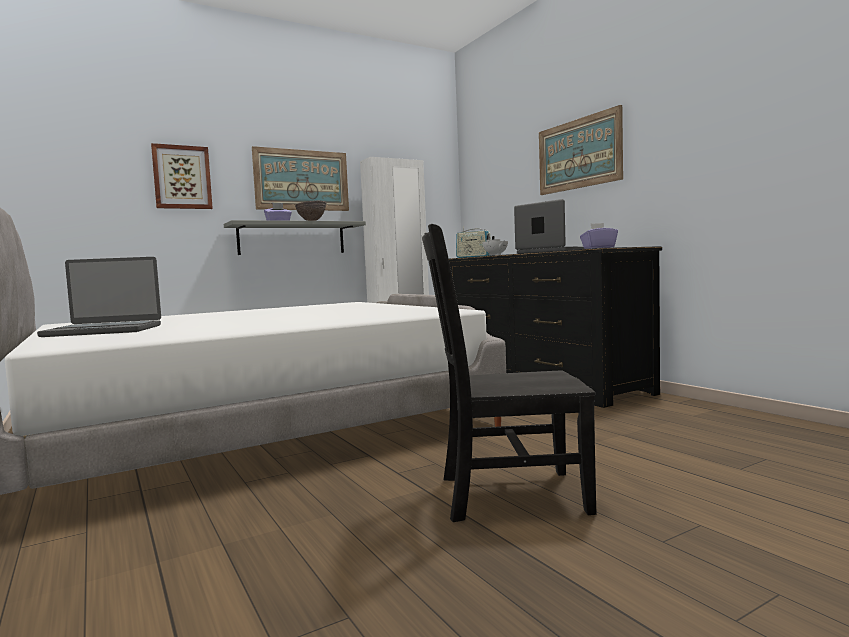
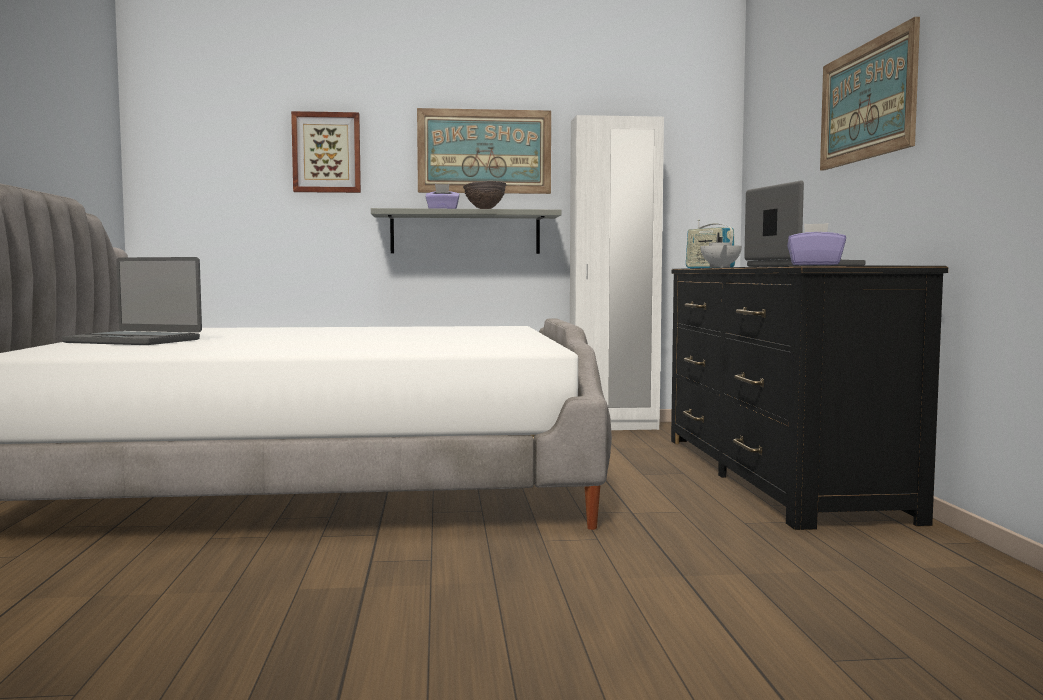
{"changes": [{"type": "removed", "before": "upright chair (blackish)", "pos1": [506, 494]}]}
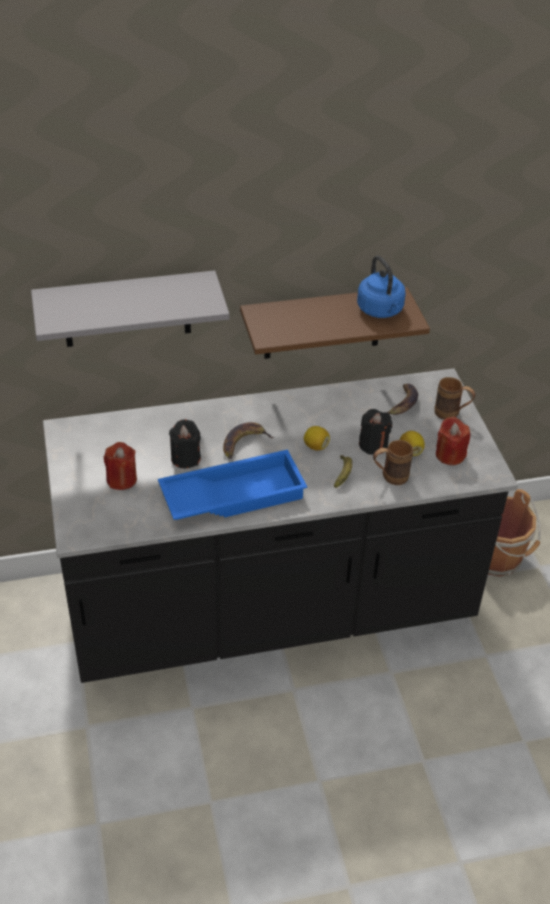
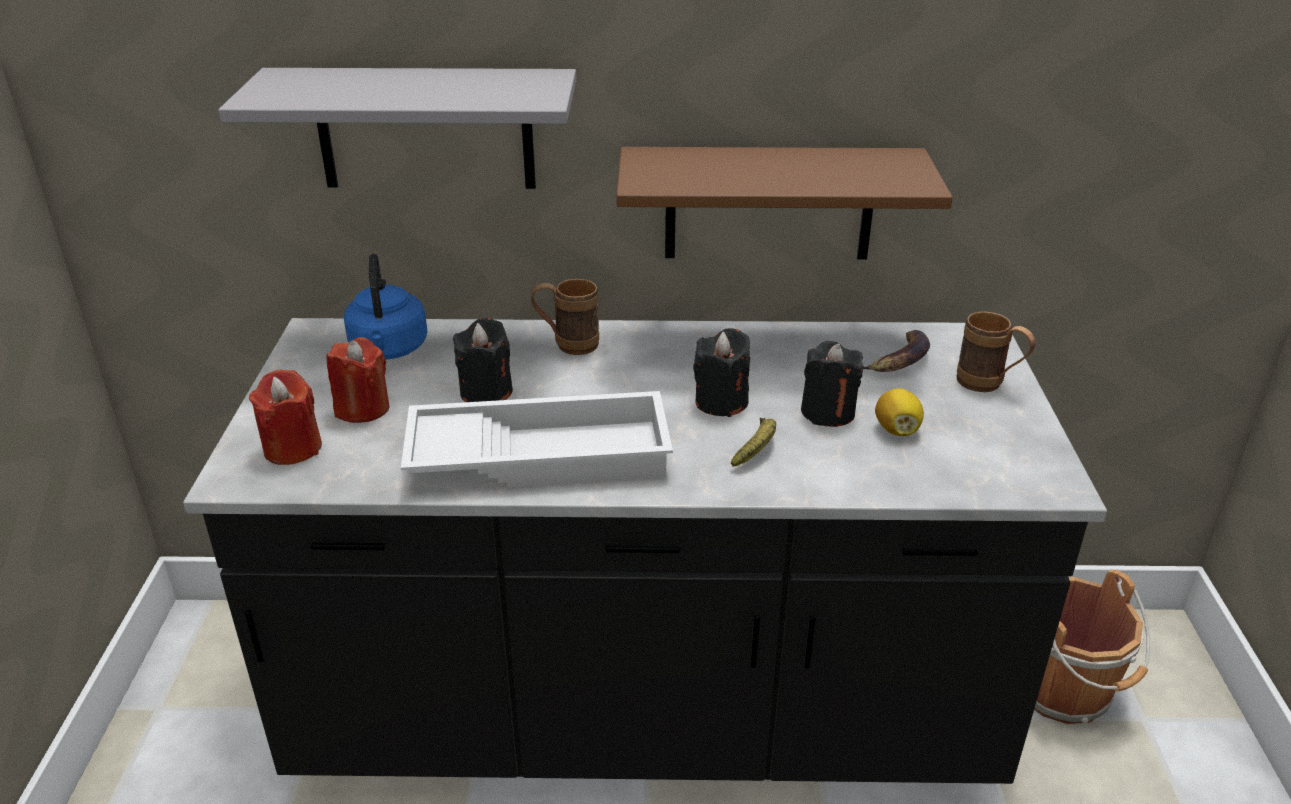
{"changes": [{"type": "removed", "before": "banana", "pos1": [244, 443]}, {"type": "moved", "before": "tea kettle (bluish)", "pos1": [381, 311], "pos2": [389, 350]}, {"type": "moved", "before": "tea mug (brown)", "pos1": [389, 477], "pos2": [567, 345]}, {"type": "moved", "before": "wax light (red)", "pos1": [450, 455], "pos2": [292, 448]}, {"type": "replaced", "before": "citrus fruit", "after": "wax light (blackish)", "pos1": [316, 446], "pos2": [721, 402]}, {"type": "recoloured", "before": "tray (bluish)", "after": "tray (whitish)", "pos1": [233, 494], "pos2": [541, 453]}]}
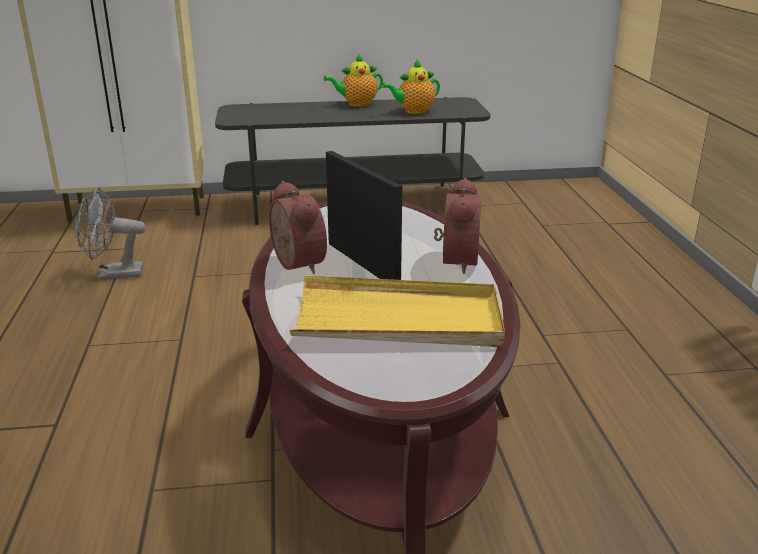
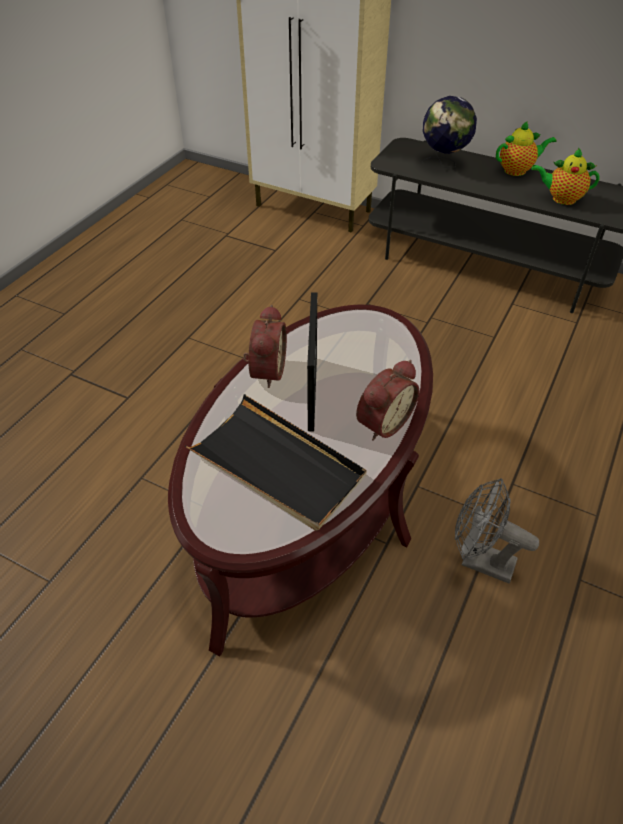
{"changes": [{"type": "added", "after": "world globe", "pos2": [443, 164]}, {"type": "moved", "before": "fan (gray)", "pos1": [113, 274], "pos2": [479, 561]}, {"type": "recoloured", "before": "tray (yellow-coloured)", "after": "tray (blackish)", "pos1": [398, 320], "pos2": [277, 465]}, {"type": "turned", "before": "tea pot", "pos1": [356, 104], "pos2": [517, 170], "turn": 150}]}
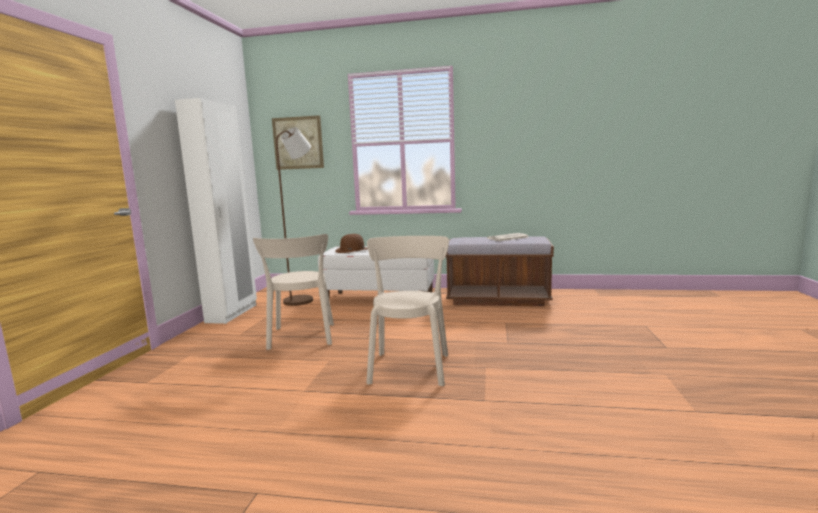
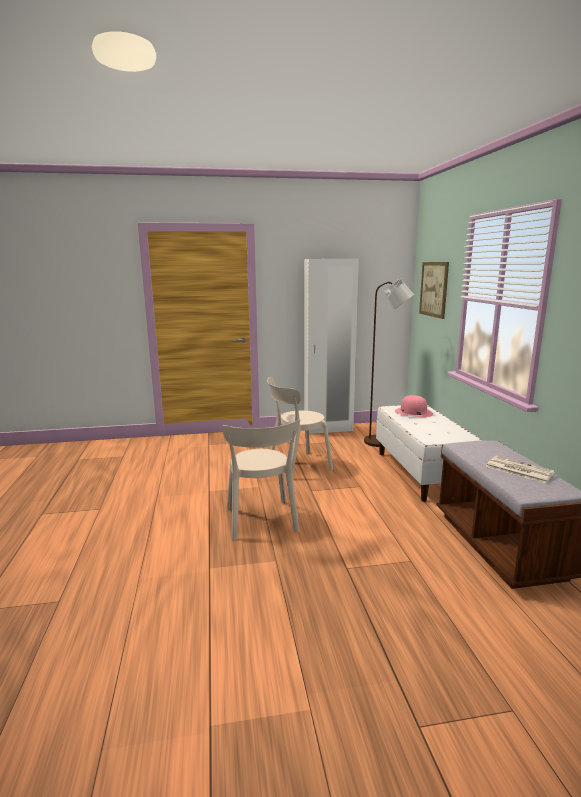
{"changes": [{"type": "recoloured", "before": "hat (brown)", "after": "hat (pink-coloured)", "pos1": [352, 250], "pos2": [413, 412]}, {"type": "turned", "before": "upright chair (beige-coloured)", "pos1": [410, 366], "pos2": [261, 522], "turn": 90}]}
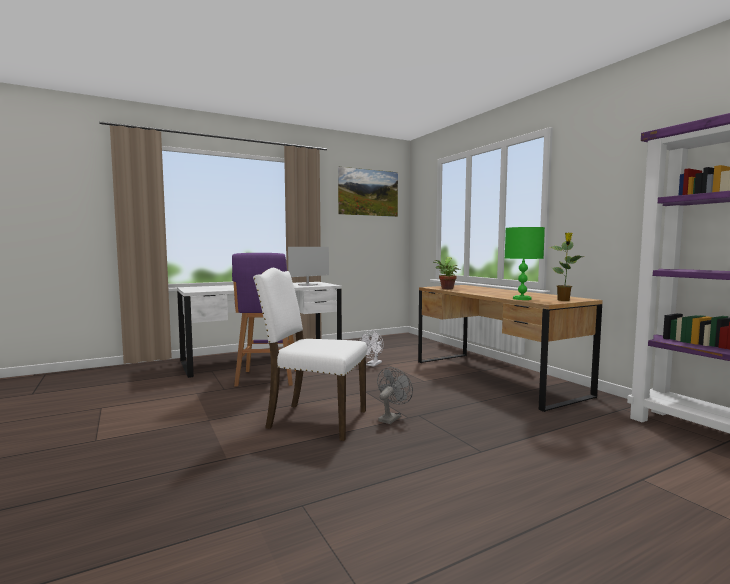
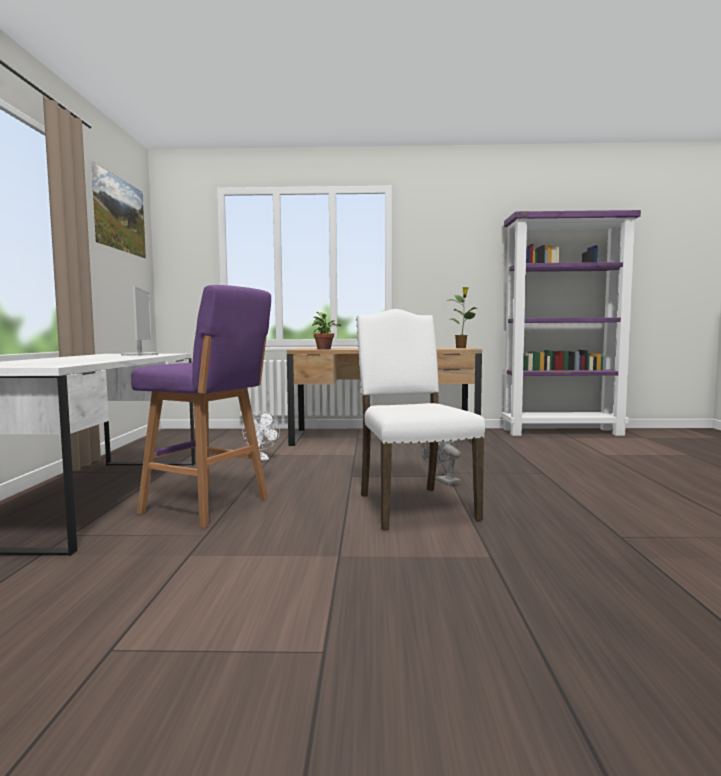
{"changes": [{"type": "removed", "before": "table lamp (green)", "pos1": [522, 299]}, {"type": "turned", "before": "upright chair (whitish)", "pos1": [314, 420], "pos2": [412, 506], "turn": 120}]}
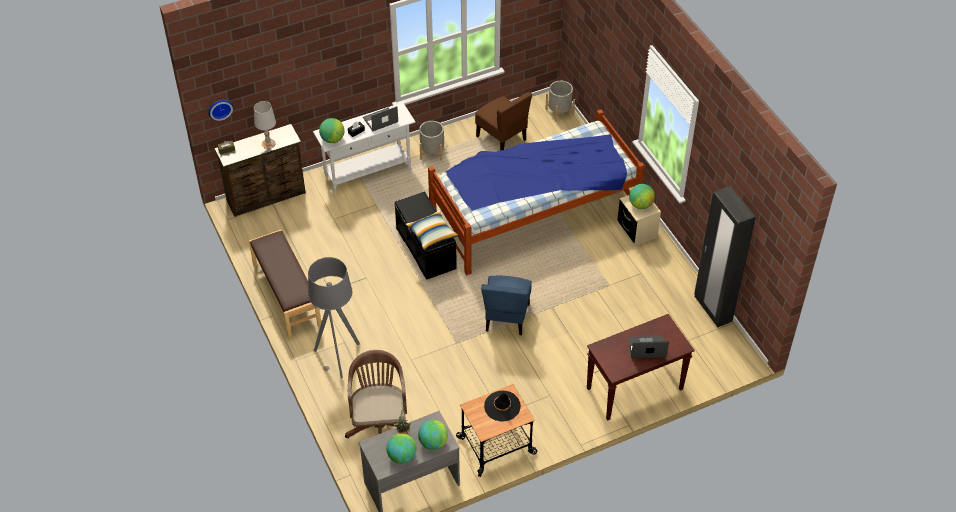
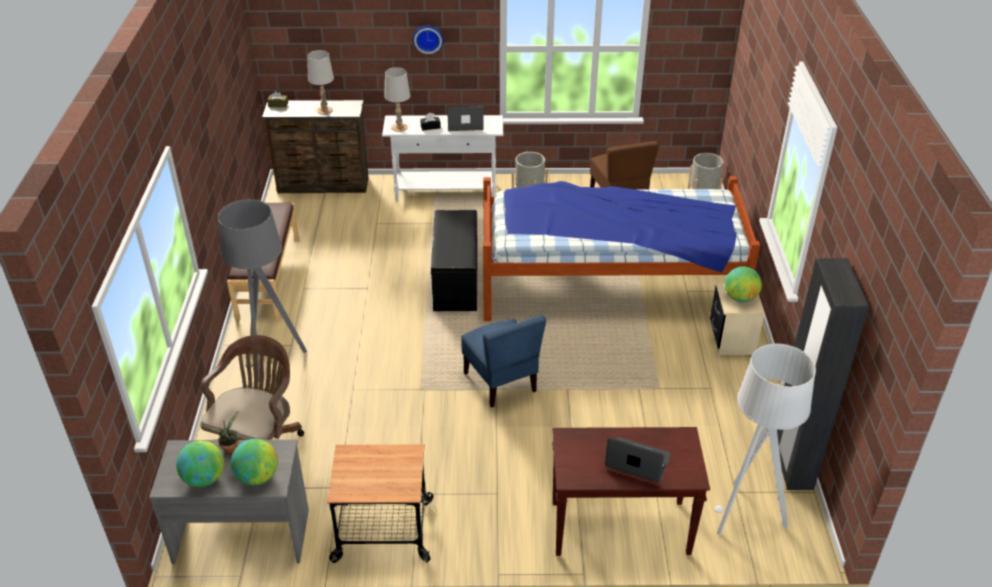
{"changes": [{"type": "removed", "before": "throw pillow", "pos1": [432, 234]}, {"type": "removed", "before": "hat (blackish)", "pos1": [502, 406]}, {"type": "added", "after": "floor lamp (gray)", "pos2": [746, 514]}, {"type": "moved", "before": "clock on the wall", "pos1": [220, 108], "pos2": [428, 38]}, {"type": "replaced", "before": "world globe", "after": "table lamp (whitish)", "pos1": [332, 139], "pos2": [399, 127]}, {"type": "turned", "before": "upright chair (bluish)", "pos1": [506, 317], "pos2": [501, 382], "turn": -60}]}
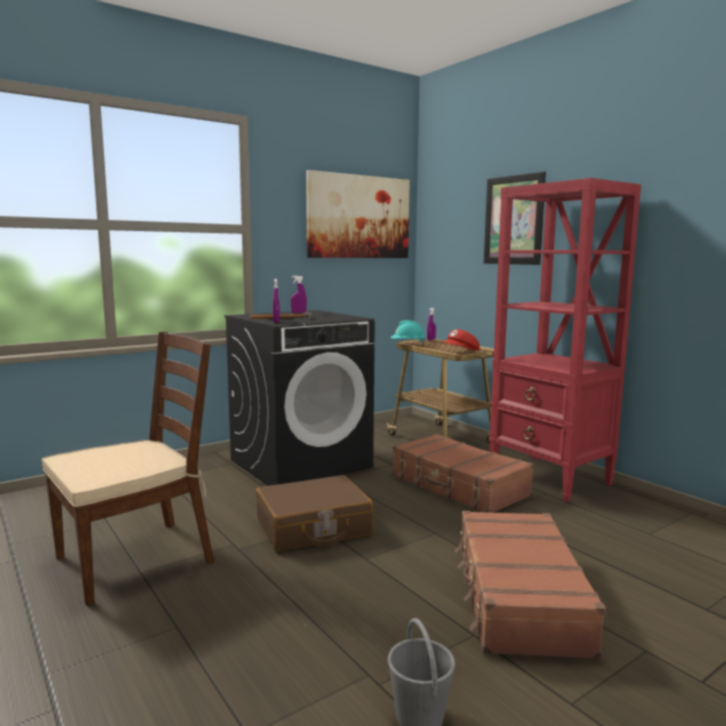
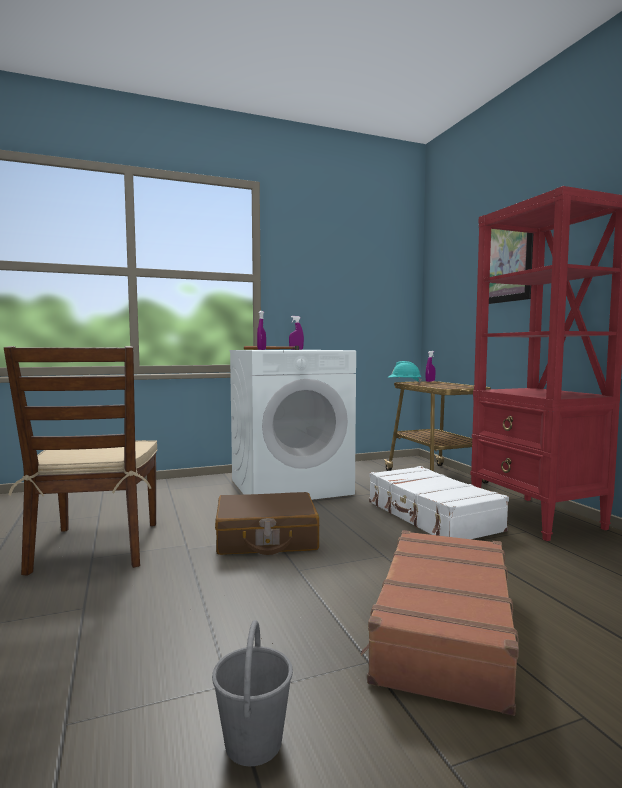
{"changes": [{"type": "removed", "before": "wall art", "pos1": [359, 217]}, {"type": "removed", "before": "cap (red)", "pos1": [460, 351]}, {"type": "recoloured", "before": "washing machine (blackish)", "after": "washing machine (whitish)", "pos1": [301, 463], "pos2": [290, 486]}, {"type": "recoloured", "before": "piece of luggage (brown)", "after": "piece of luggage (whitish)", "pos1": [458, 486], "pos2": [431, 516]}, {"type": "turned", "before": "upright chair (brown)", "pos1": [136, 559], "pos2": [97, 547], "turn": 105}]}
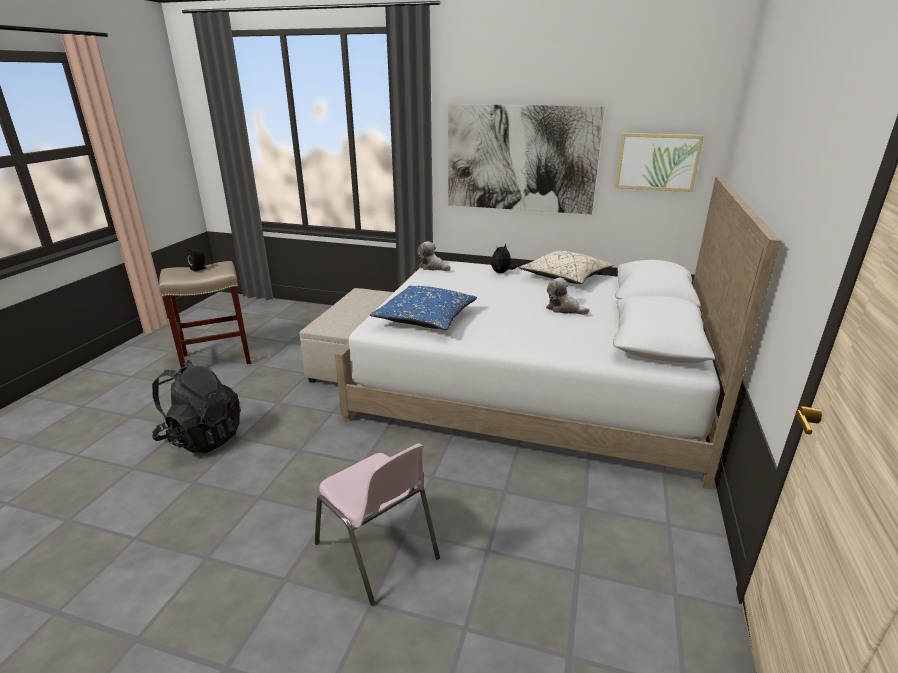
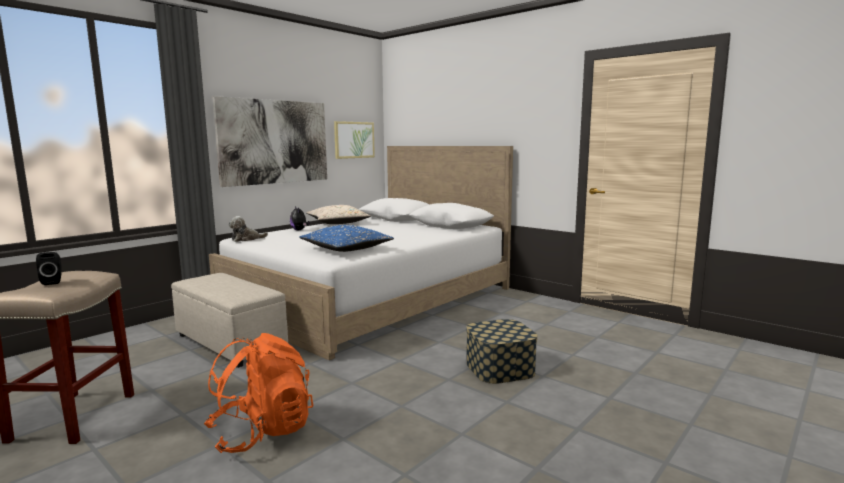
{"changes": [{"type": "removed", "before": "plush toy", "pos1": [564, 309]}, {"type": "replaced", "before": "upright chair (pink-coloured)", "after": "storage container", "pos1": [378, 551], "pos2": [500, 368]}, {"type": "recoloured", "before": "rucksack (blackish)", "after": "rucksack (orange-coloured)", "pos1": [202, 437], "pos2": [262, 432]}]}
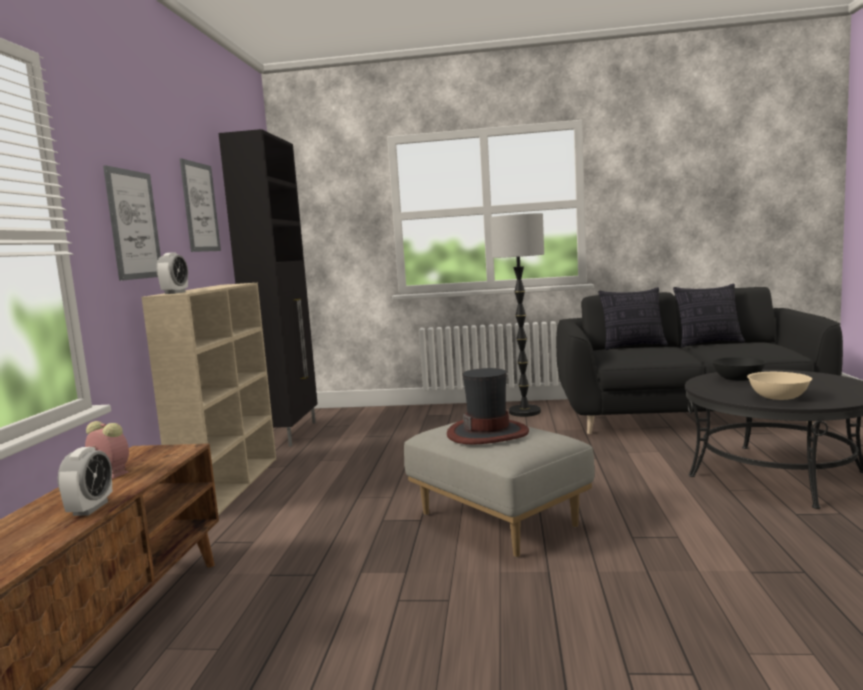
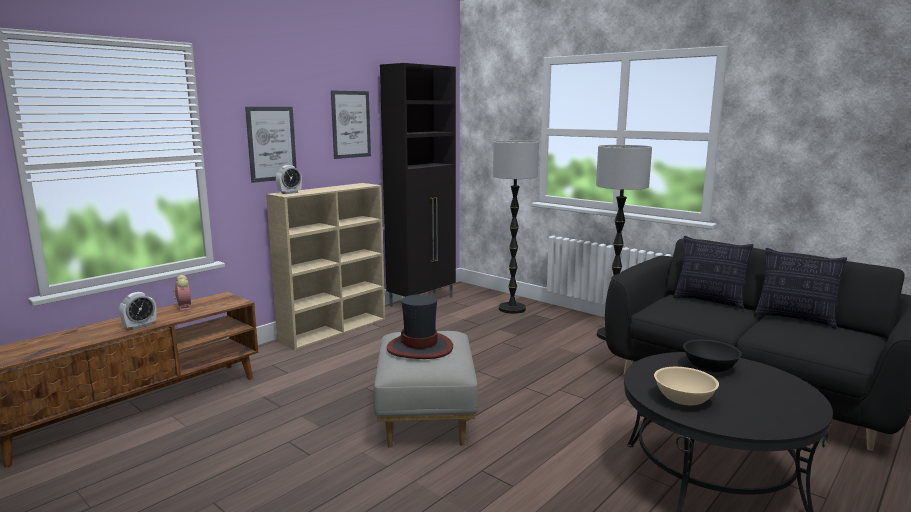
{"changes": [{"type": "added", "after": "floor lamp", "pos2": [512, 309]}]}
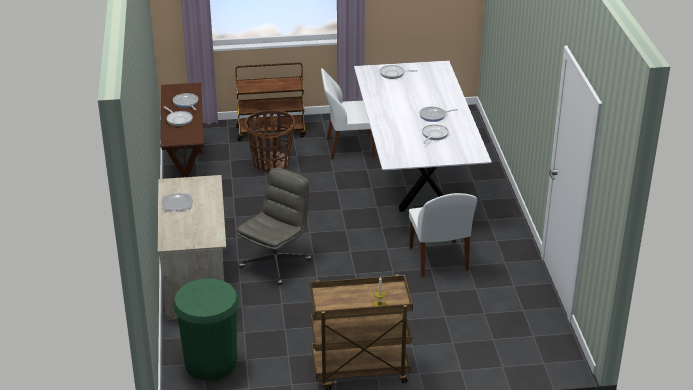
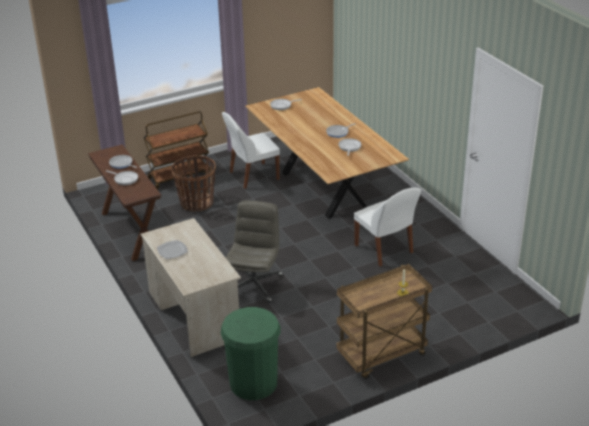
{"changes": [{"type": "recoloured", "before": "dinner table (whitish)", "after": "dinner table (brown)", "pos1": [415, 177], "pos2": [323, 188]}]}
